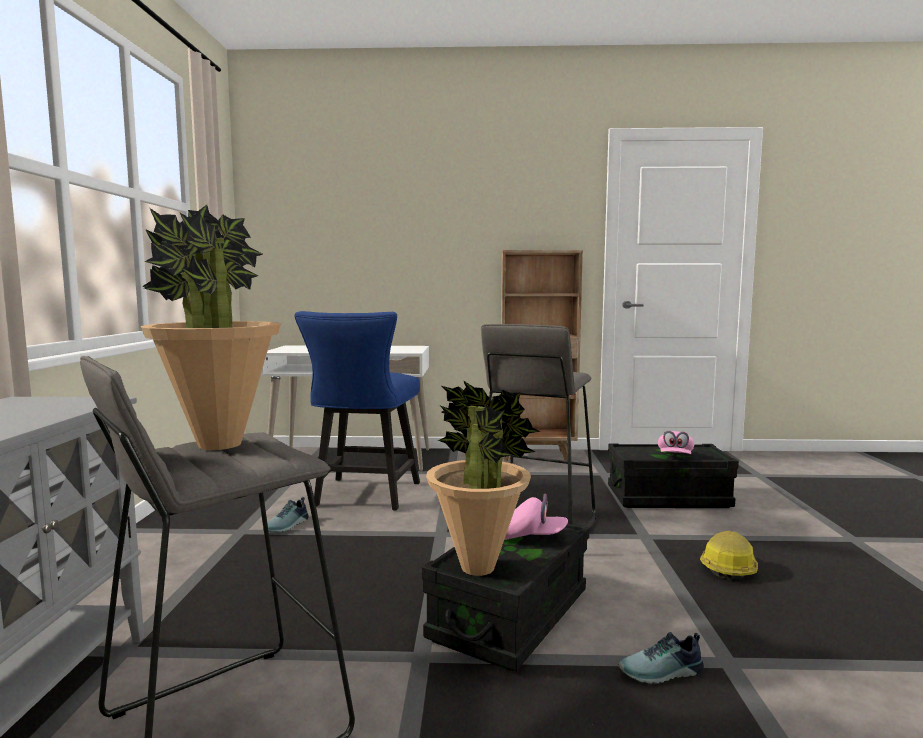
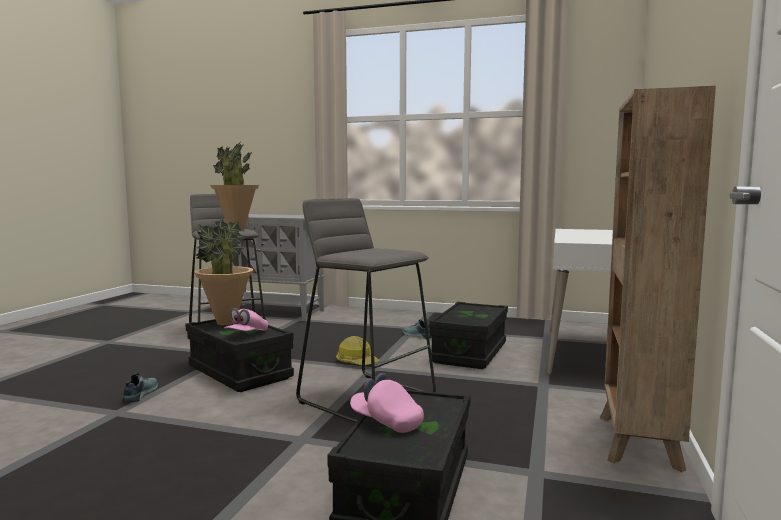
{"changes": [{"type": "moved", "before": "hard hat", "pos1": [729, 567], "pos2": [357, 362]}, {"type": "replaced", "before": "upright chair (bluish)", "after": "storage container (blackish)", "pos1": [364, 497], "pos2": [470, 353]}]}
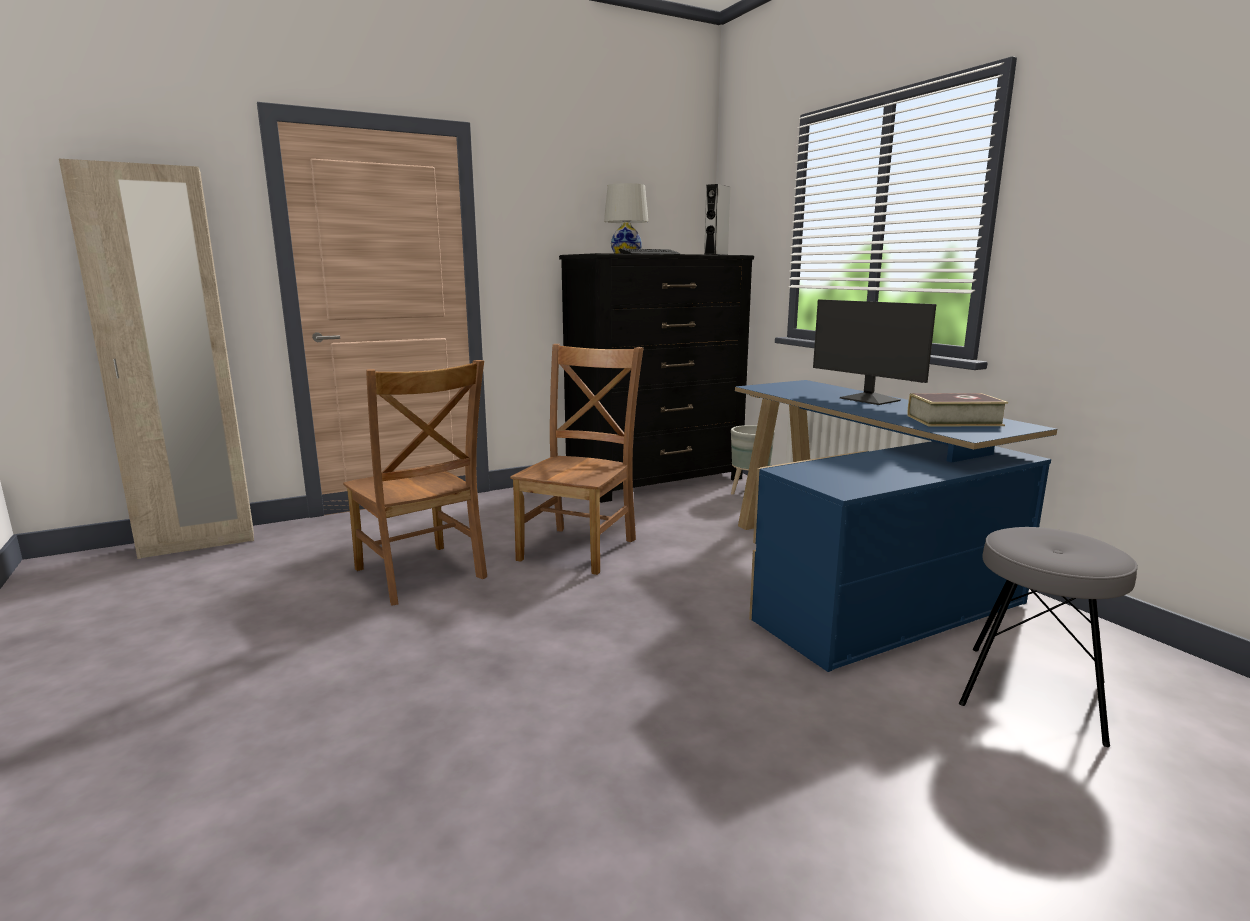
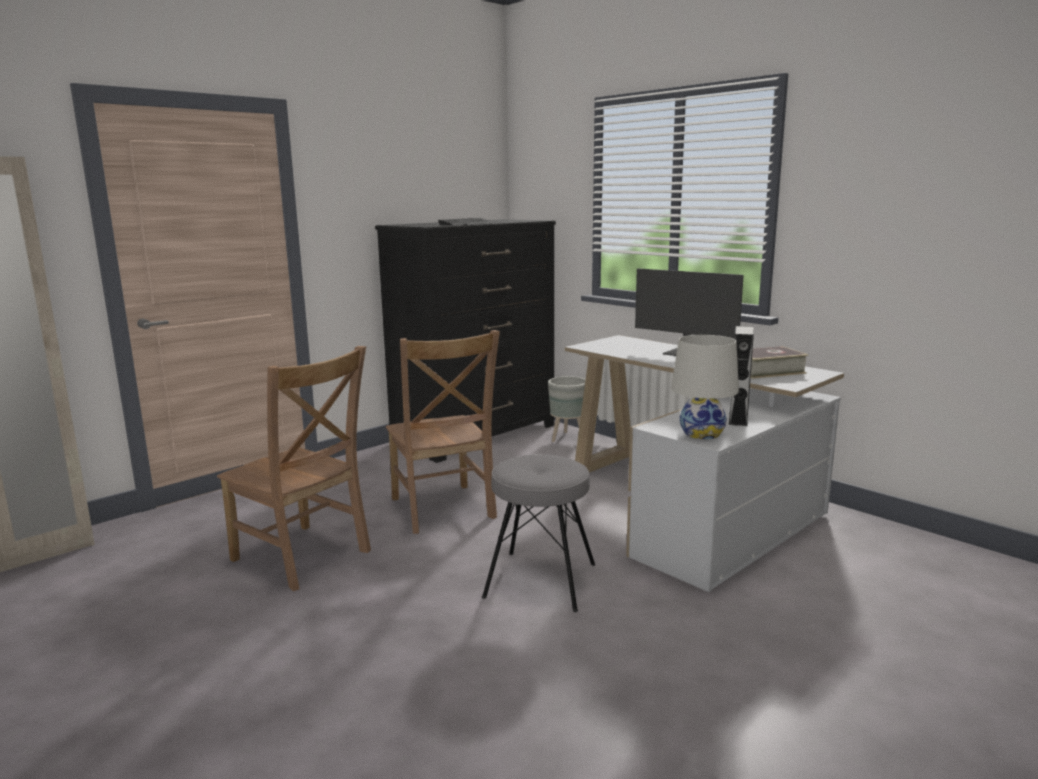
{"changes": [{"type": "moved", "before": "table lamp (whitish)", "pos1": [626, 254], "pos2": [702, 433]}, {"type": "moved", "before": "audio speaker (gray)", "pos1": [716, 254], "pos2": [738, 419]}, {"type": "moved", "before": "stool (gray)", "pos1": [1033, 692], "pos2": [540, 580]}, {"type": "recoloured", "before": "desk table (bluish)", "after": "desk table (whitish)", "pos1": [855, 576], "pos2": [690, 506]}, {"type": "turned", "before": "upright chair (brown)", "pos1": [580, 547], "pos2": [443, 510], "turn": 150}]}
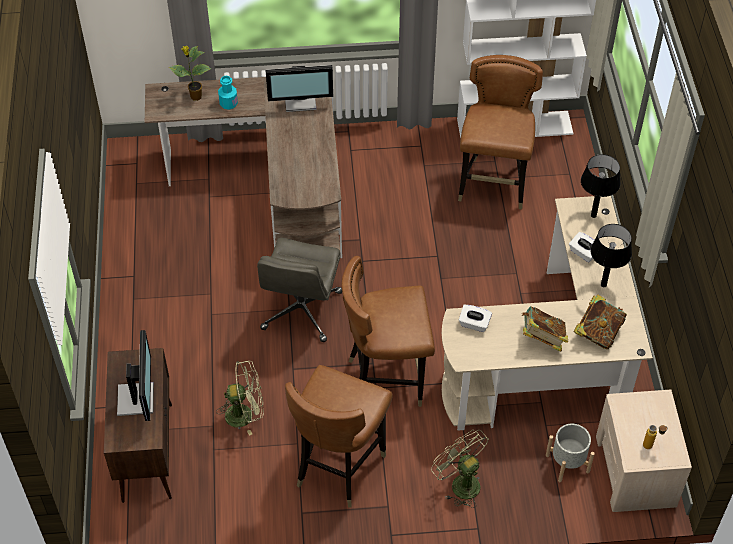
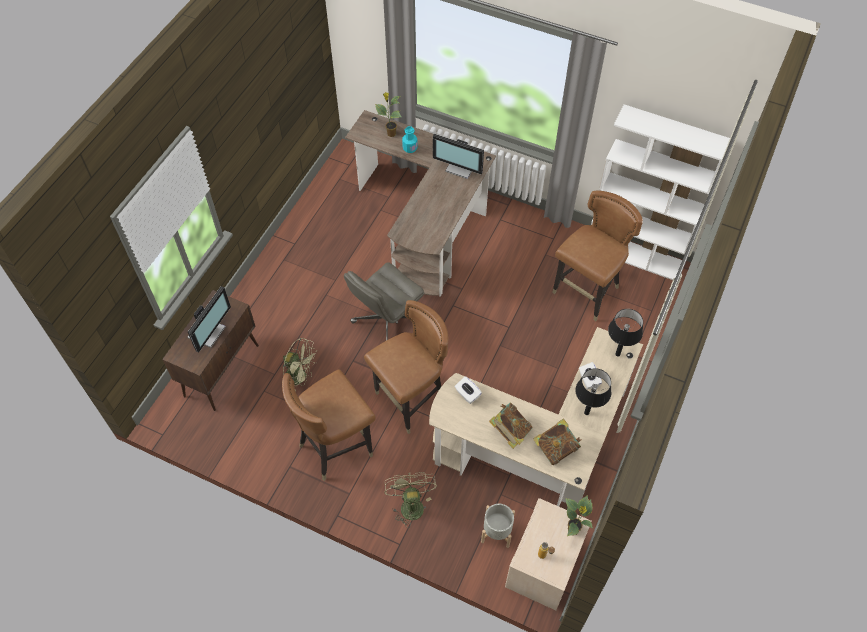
{"changes": [{"type": "added", "after": "houseplant", "pos2": [573, 530]}, {"type": "turned", "before": "upright chair (brown)", "pos1": [386, 379], "pos2": [411, 400], "turn": 120}]}
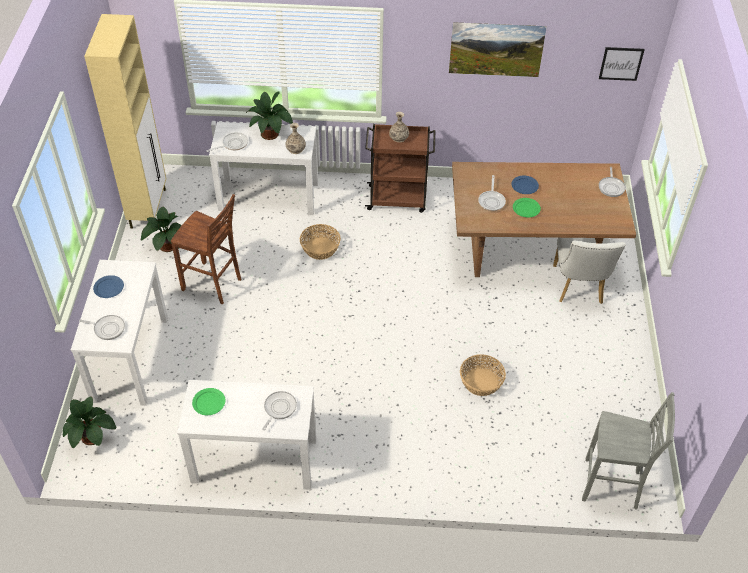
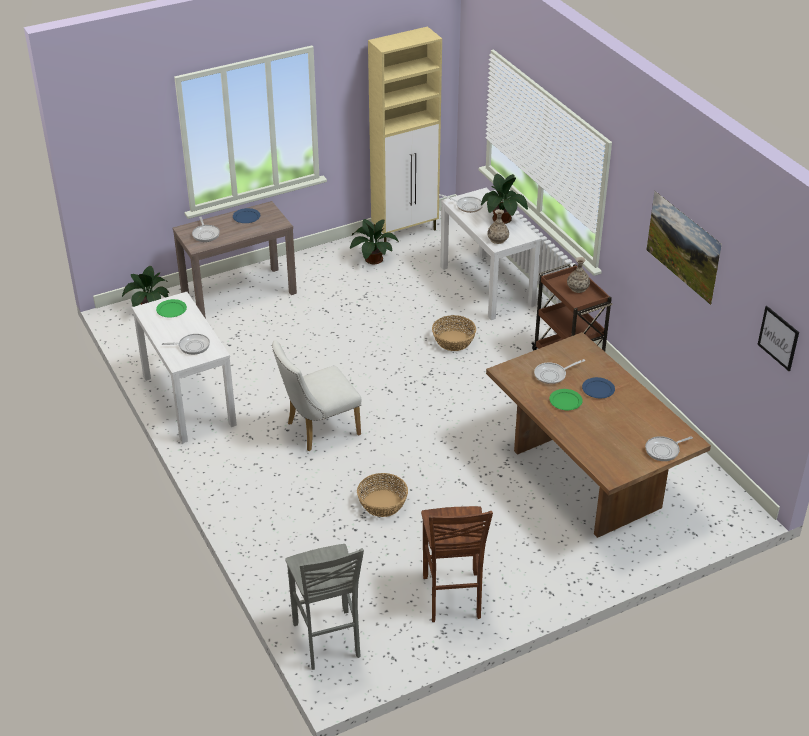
{"changes": [{"type": "moved", "before": "stool (brown)", "pos1": [213, 284], "pos2": [452, 598]}, {"type": "moved", "before": "upright chair (whitish)", "pos1": [578, 288], "pos2": [318, 430]}, {"type": "recoloured", "before": "narrow table (whitish)", "after": "narrow table (brown)", "pos1": [130, 358], "pos2": [239, 294]}]}
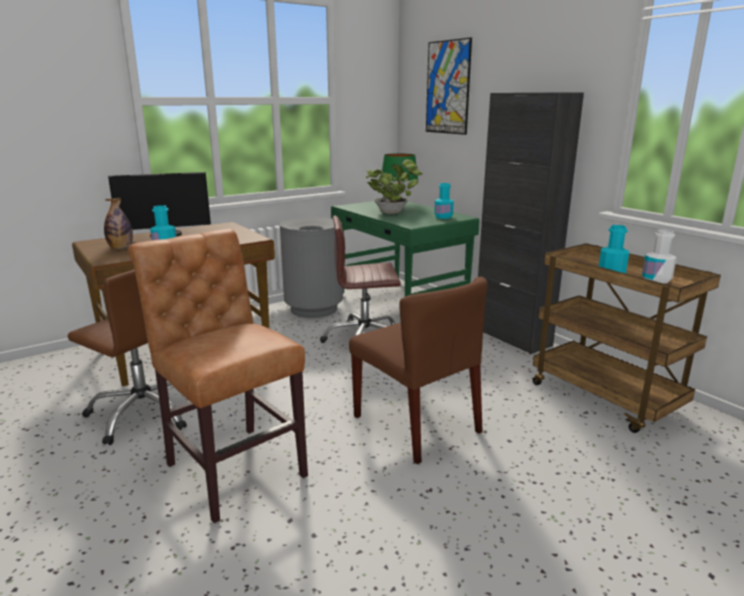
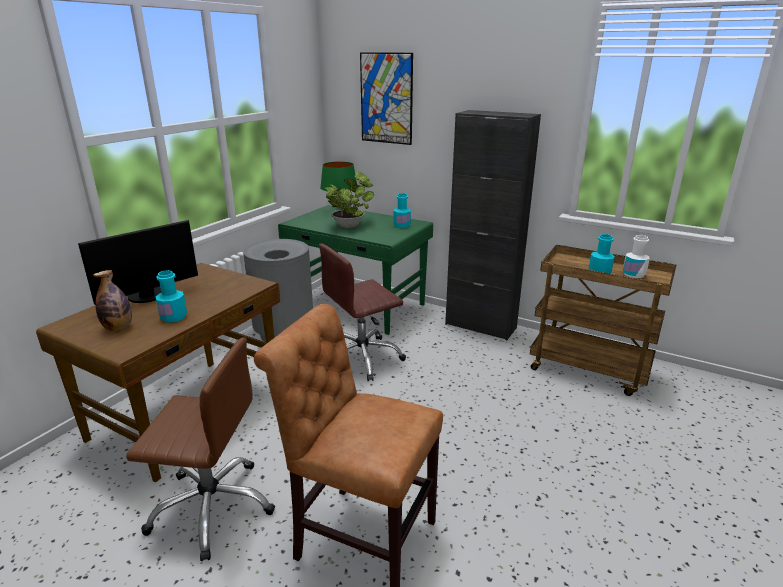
{"changes": [{"type": "removed", "before": "upright chair (brown)", "pos1": [417, 424]}]}
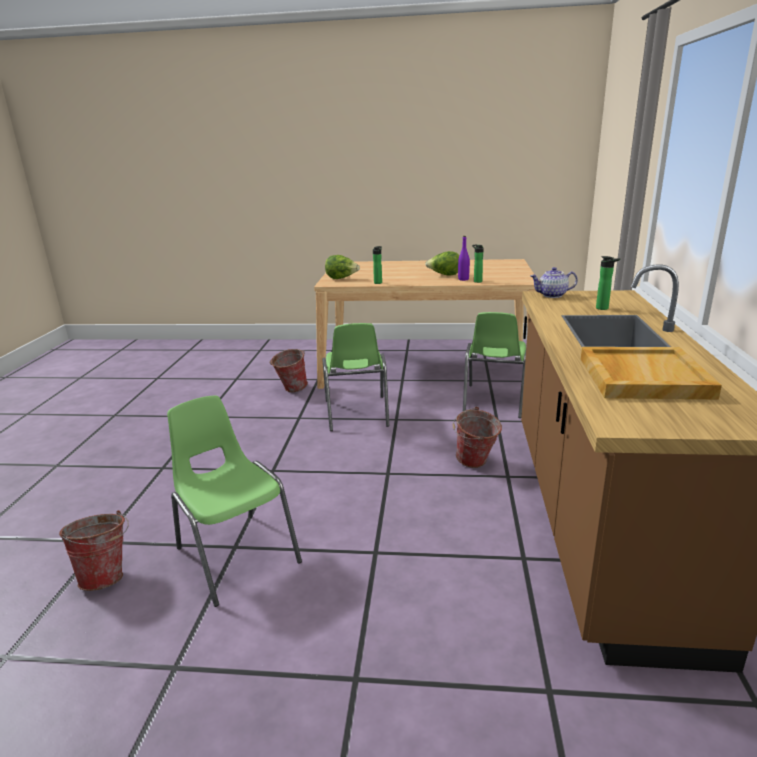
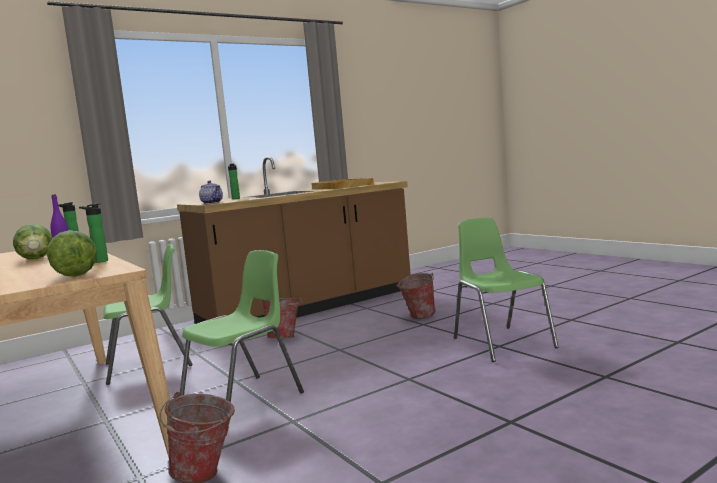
{"changes": [{"type": "moved", "before": "pail", "pos1": [107, 575], "pos2": [418, 317]}, {"type": "turned", "before": "upright chair (green)", "pos1": [236, 554], "pos2": [502, 342], "turn": 150}]}
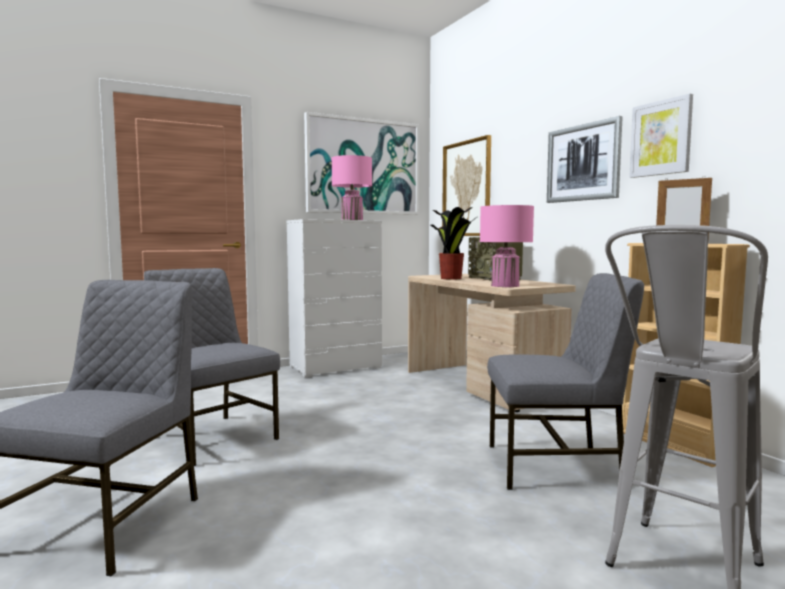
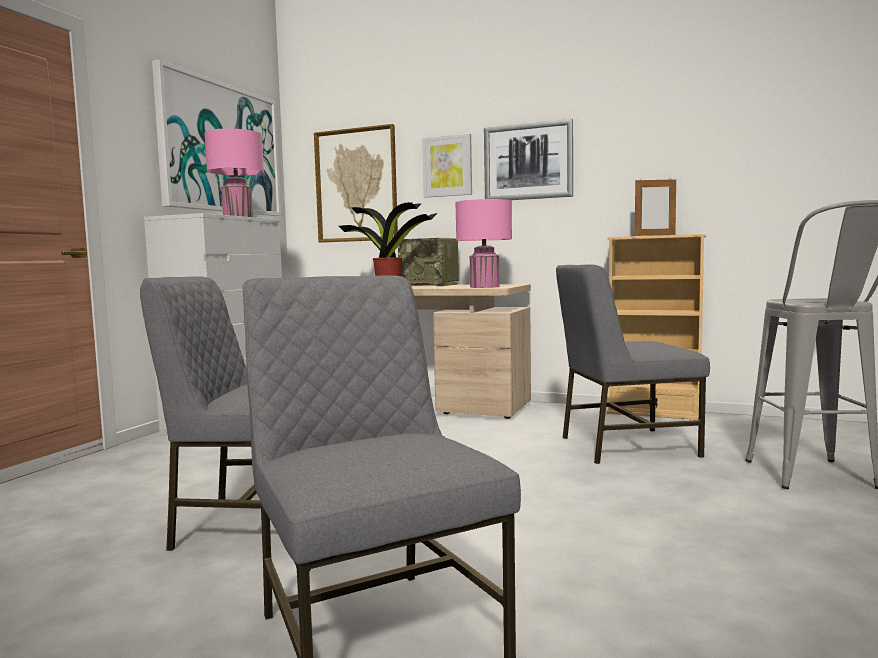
{"changes": [{"type": "moved", "before": "wall art", "pos1": [661, 138], "pos2": [447, 166]}, {"type": "turned", "before": "upright chair (gray)", "pos1": [555, 466], "pos2": [625, 446], "turn": -150}]}
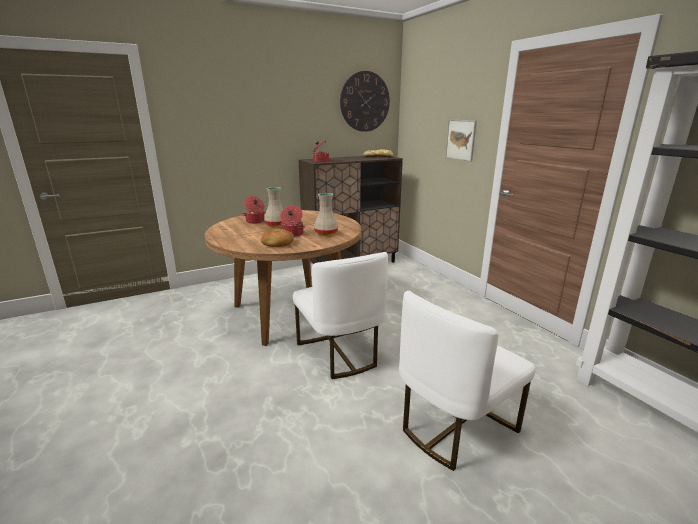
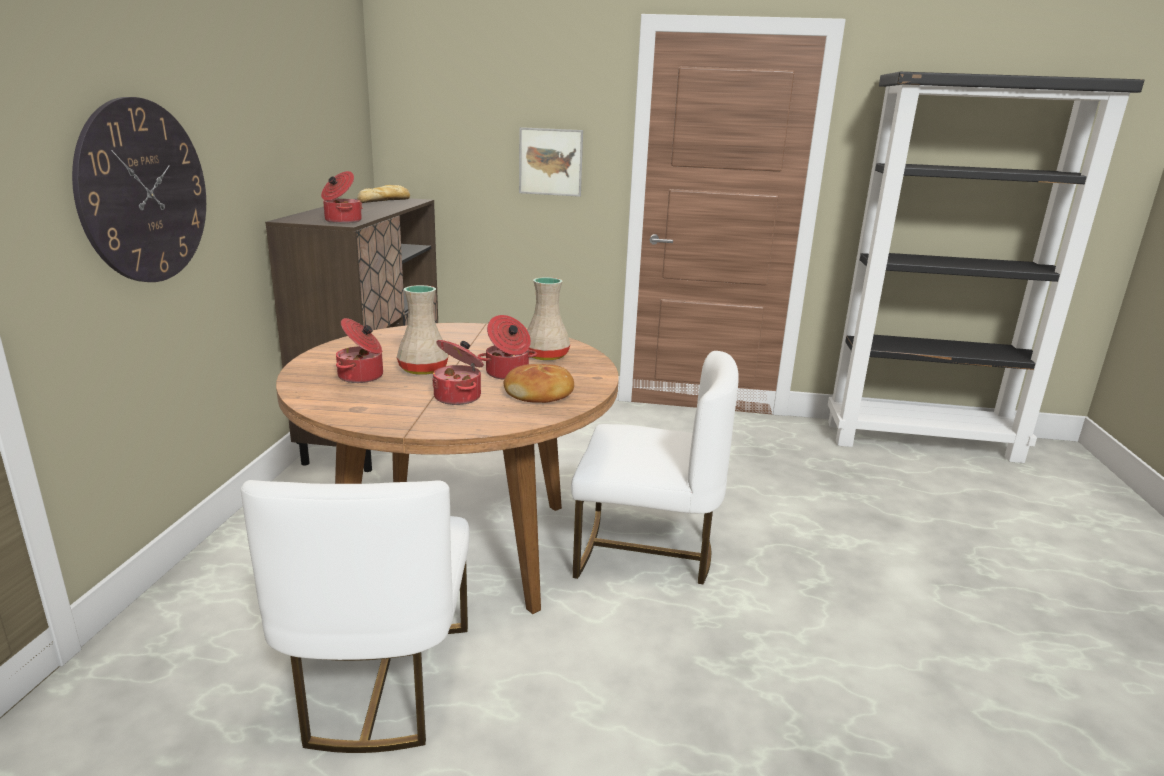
{"changes": [{"type": "added", "after": "cooking pot", "pos2": [459, 397]}, {"type": "moved", "before": "clock on the wall", "pos1": [365, 102], "pos2": [144, 192]}, {"type": "moved", "before": "upright chair (whitish)", "pos1": [454, 426], "pos2": [379, 683]}]}
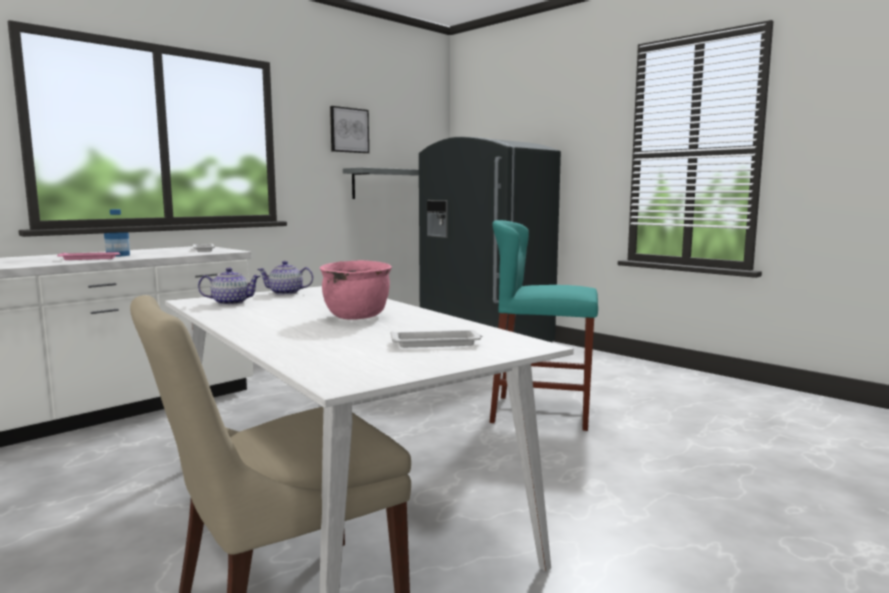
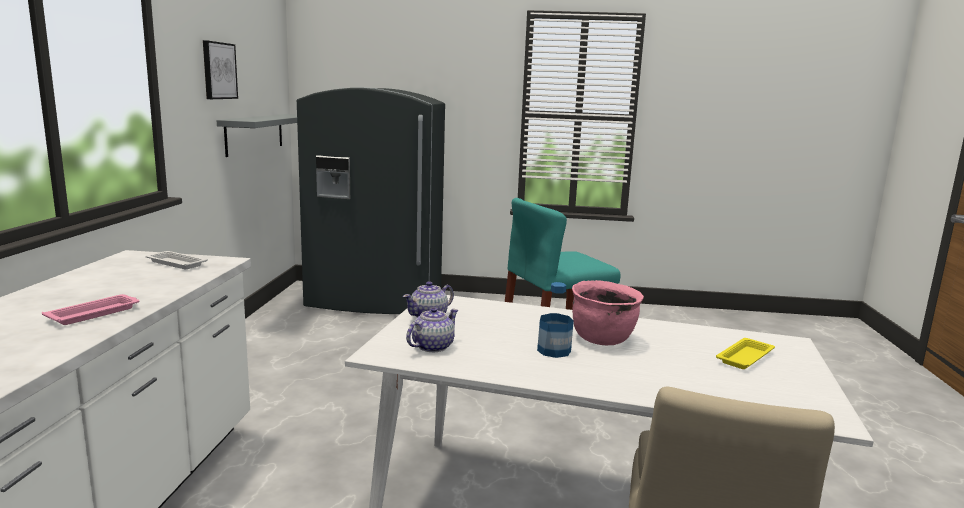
{"changes": [{"type": "moved", "before": "drink bottle", "pos1": [118, 255], "pos2": [554, 350]}, {"type": "recoloured", "before": "tray (whitish)", "after": "tray (yellow-coloured)", "pos1": [437, 343], "pos2": [745, 357]}]}
